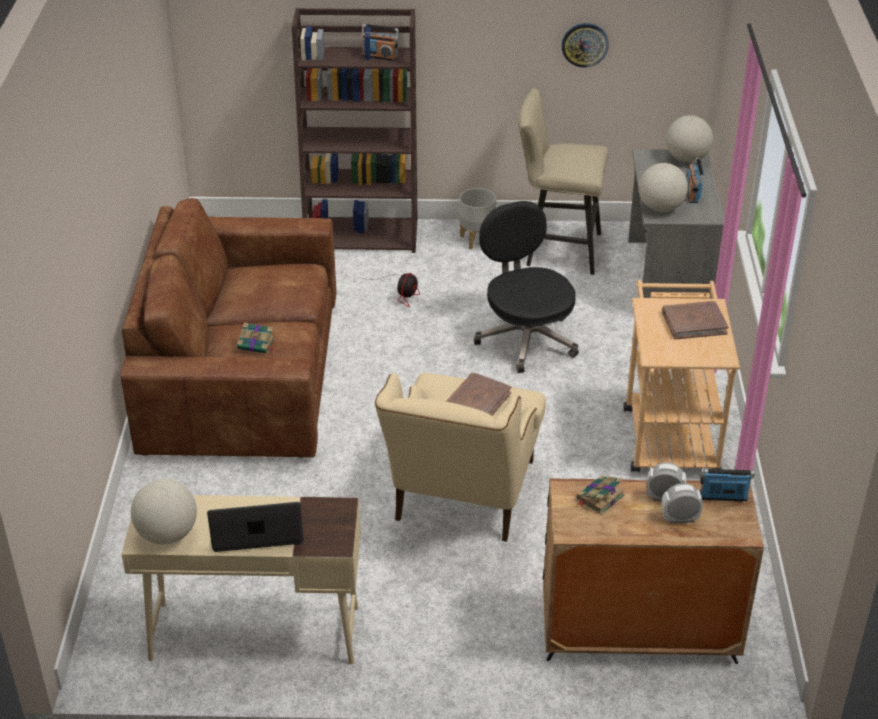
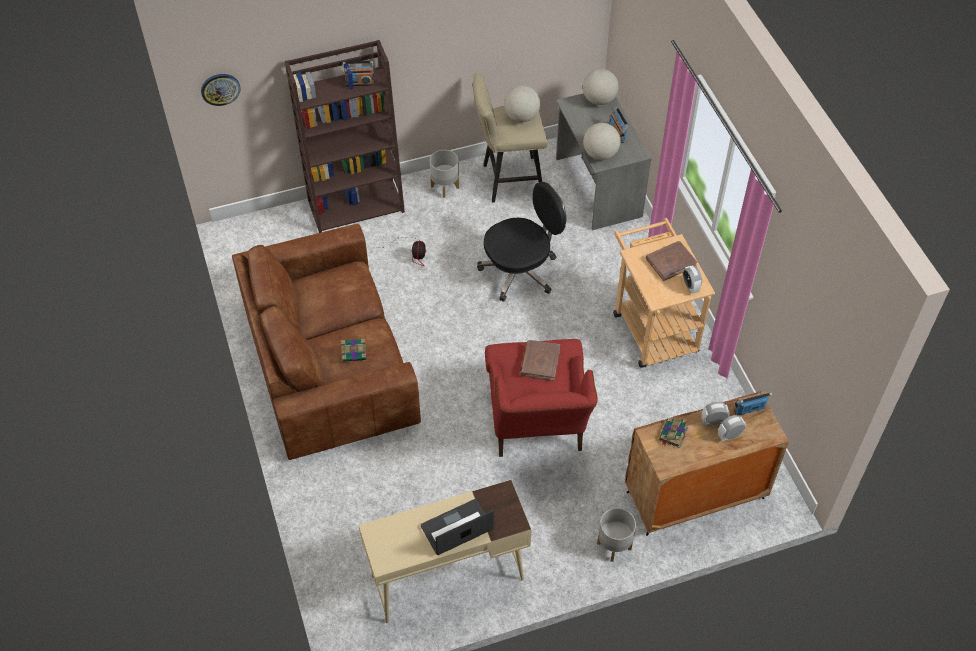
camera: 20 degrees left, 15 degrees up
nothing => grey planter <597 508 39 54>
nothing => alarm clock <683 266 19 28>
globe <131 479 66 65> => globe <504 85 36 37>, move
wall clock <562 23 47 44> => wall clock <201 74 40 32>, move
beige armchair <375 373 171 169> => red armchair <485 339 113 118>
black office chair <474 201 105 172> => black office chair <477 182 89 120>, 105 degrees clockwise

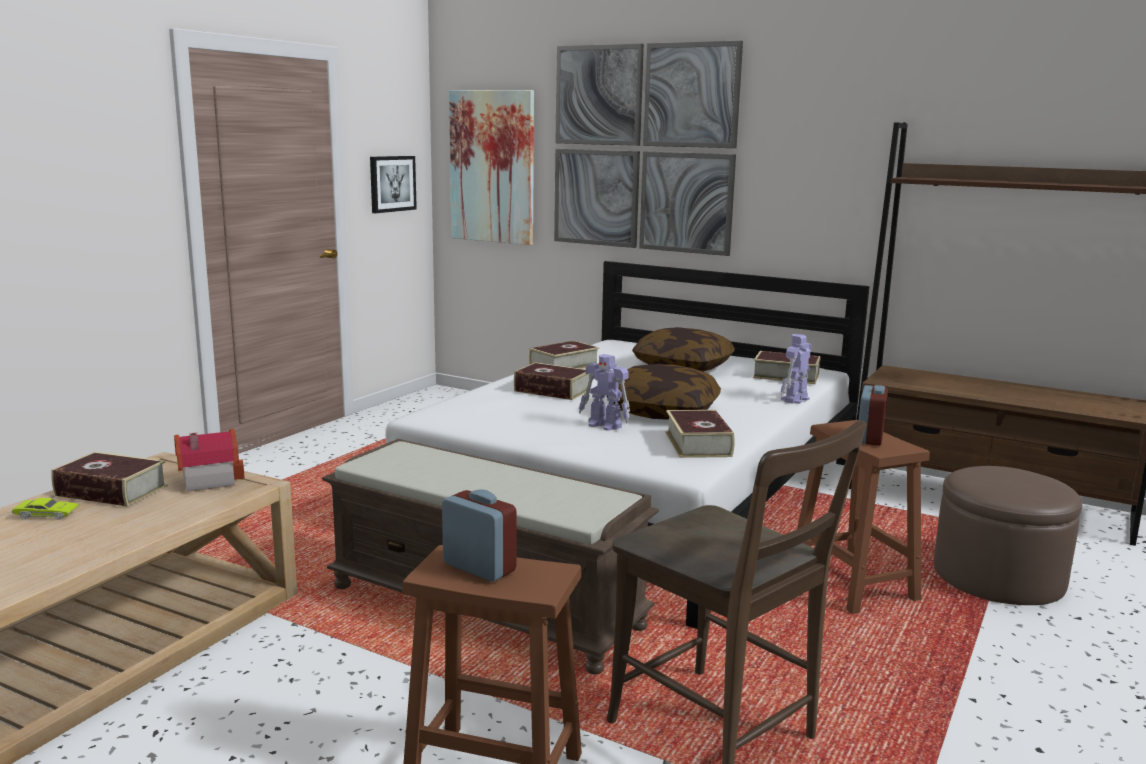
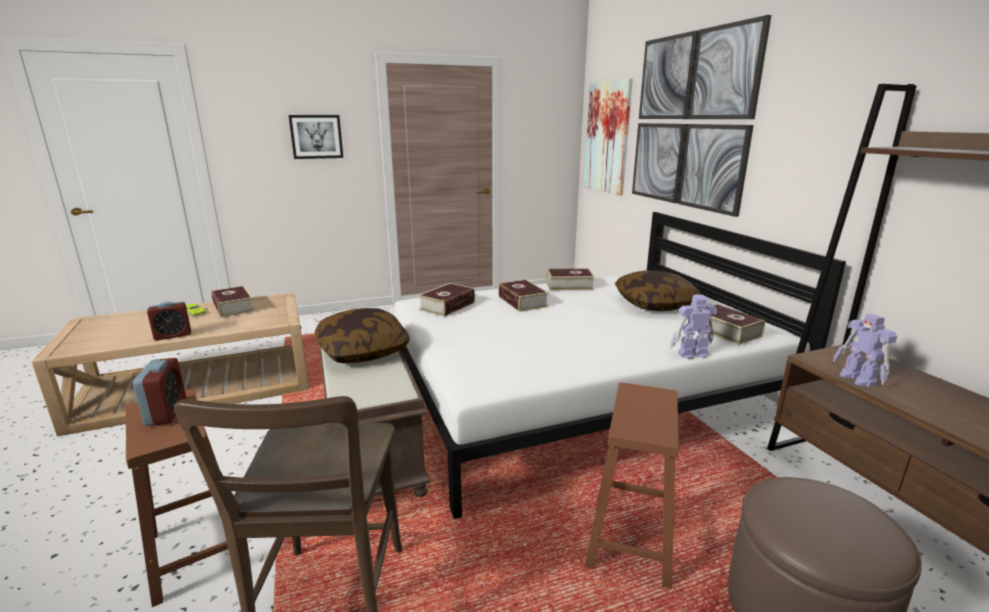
camera: 40 degrees right, 5 degrees up
toy house <174 429 71 63> => nothing
picture <370 156 47 57> => picture <289 115 54 44>, move
toy robot <579 354 51 77> => toy robot <833 314 64 73>, move
pillow <606 364 115 56> => pillow <315 308 95 55>, move
book <665 410 70 48> => book <418 283 57 33>, move
alarm clock <859 385 29 61> => alarm clock <147 301 44 40>, move

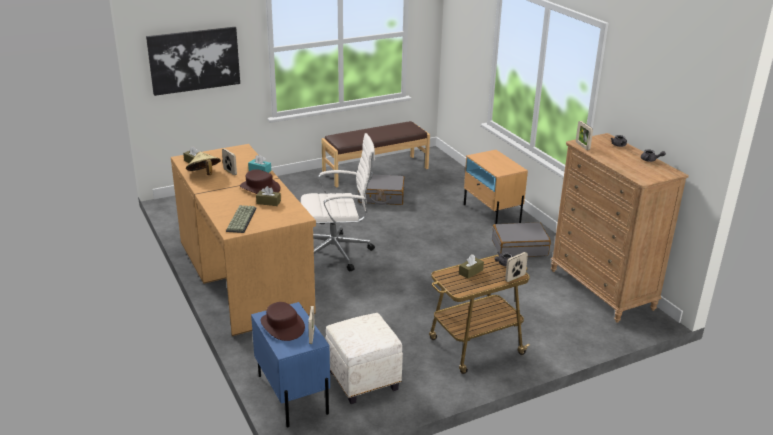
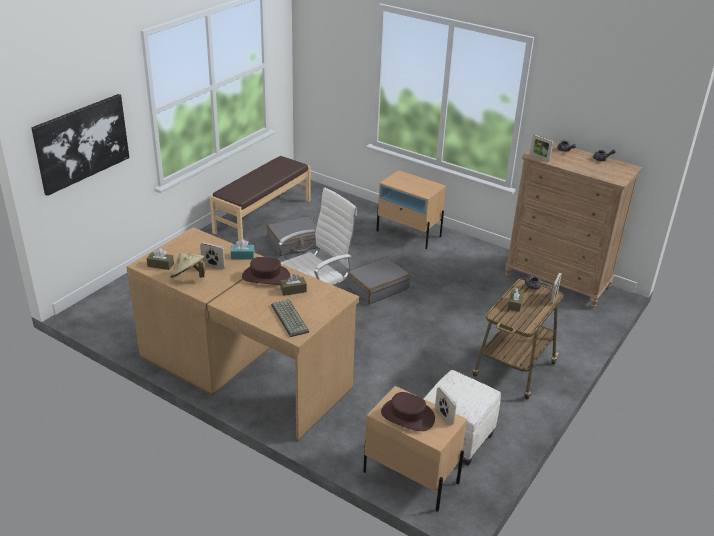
camera: 30 degrees left, 5 degrees up
grey suitcase <492 222 59 35> => grey suitcase <346 257 64 47>, move
blue nightstand <251 302 79 126> => beige nightstand <363 386 104 126>

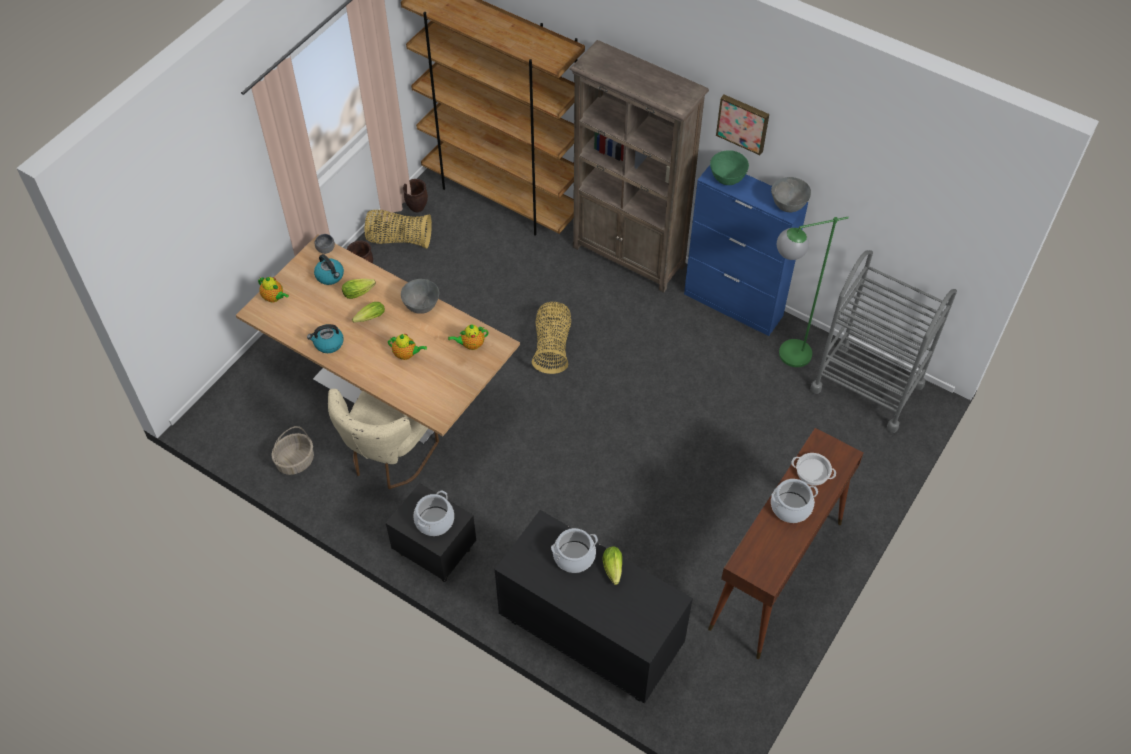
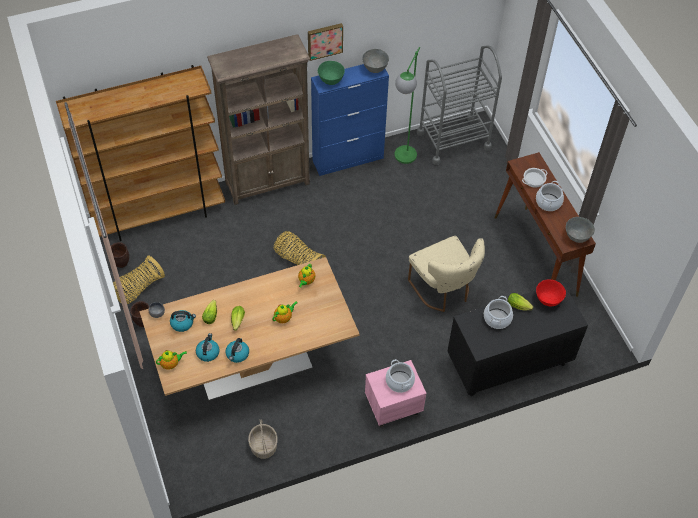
camera: 55 degrees left, 0 degrees up
nothing => kettle <196 333 24 29>
nothing => red bowl <536 280 30 26>
beige chair <328 389 111 100> => beige chair <408 236 77 76>, move
grey bowl <401 279 38 35> => grey bowl <566 217 29 26>, move
black nightstand <386 483 90 99> => pink nightstand <365 360 61 67>

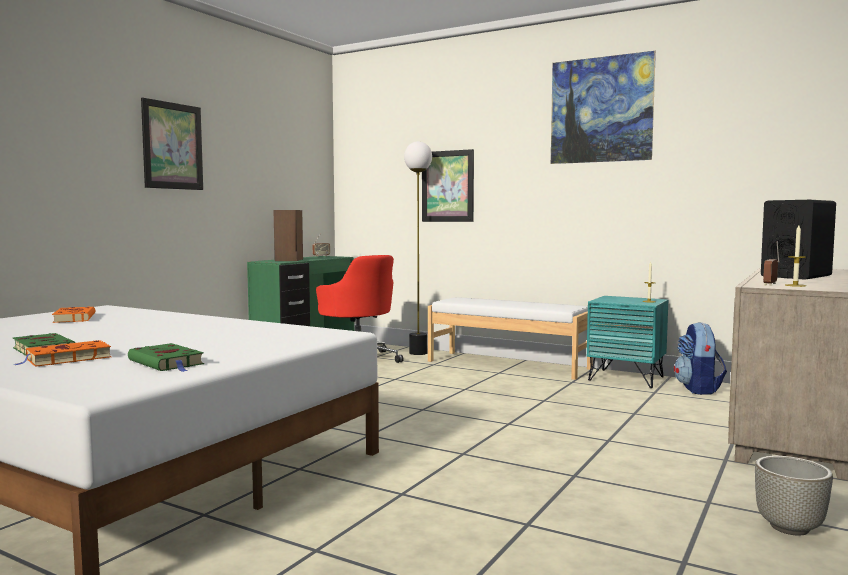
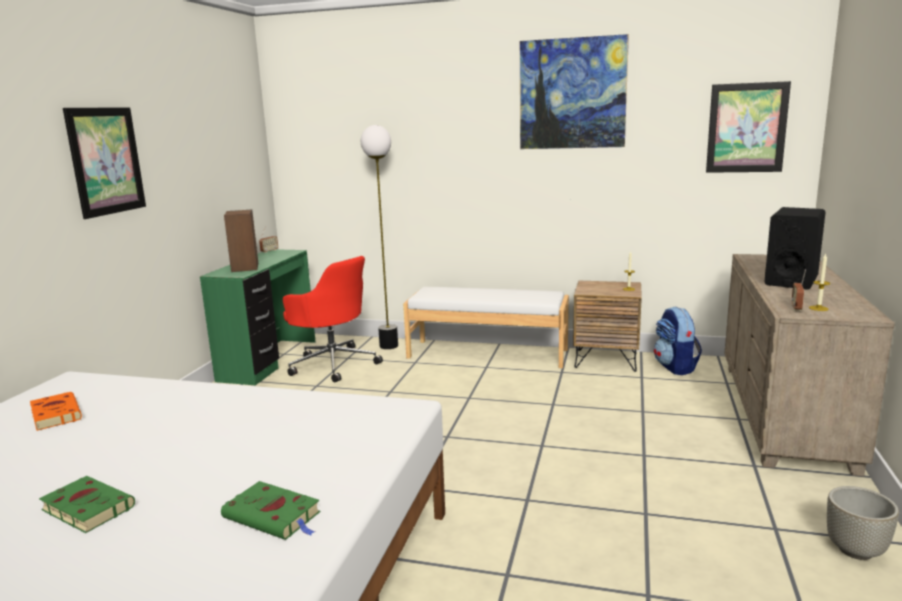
camera: 15 degrees left, 10 degrees up
orange book <15 340 97 27> => nothing
picture <422 149 52 73> => picture <706 81 85 92>, move
turquoise nightstand <587 296 81 92> => brown nightstand <573 281 69 91>

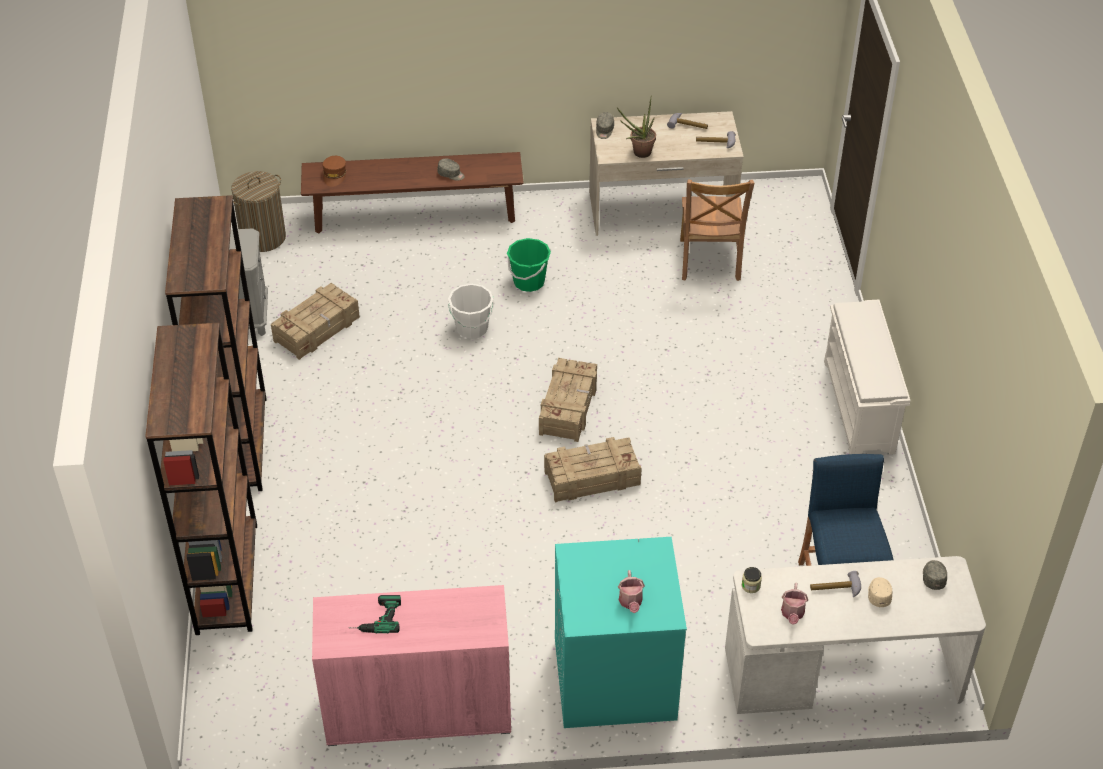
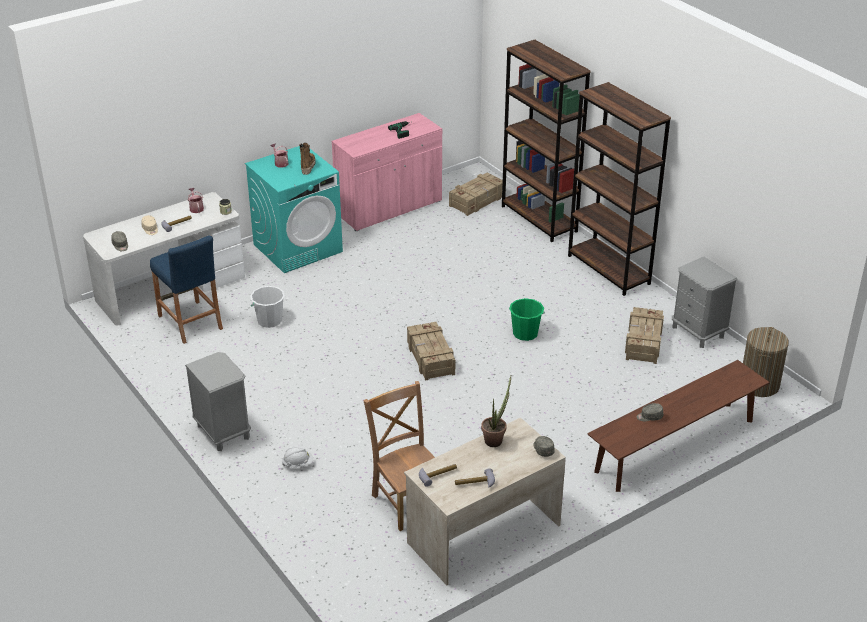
camera: 150 degrees right, 10 degrees down
brown cap <322 156 24 31> => nothing
nothing => white hard hat <282 446 31 22>
nothing => boot <299 143 17 32>
white bucket <448 284 46 55> => white bucket <250 286 35 42>, move
green bucket <507 238 44 54> => green bucket <509 298 36 43>, move
crate <544 437 98 66> => crate <449 173 57 43>, move
white shoe rack <824 299 87 156> => grey nightstand <185 352 66 99>

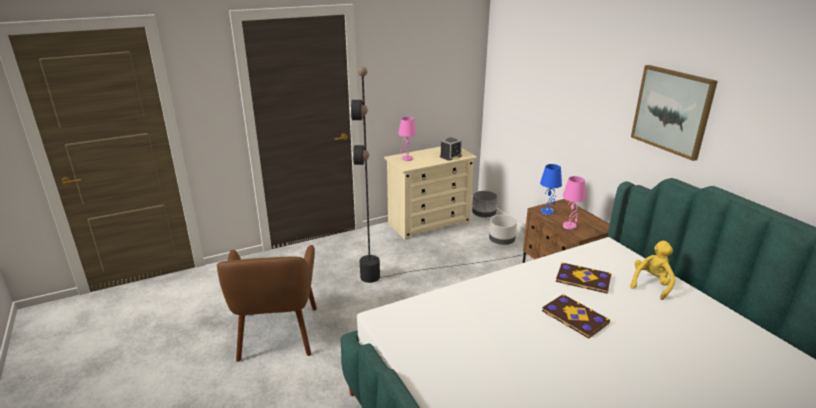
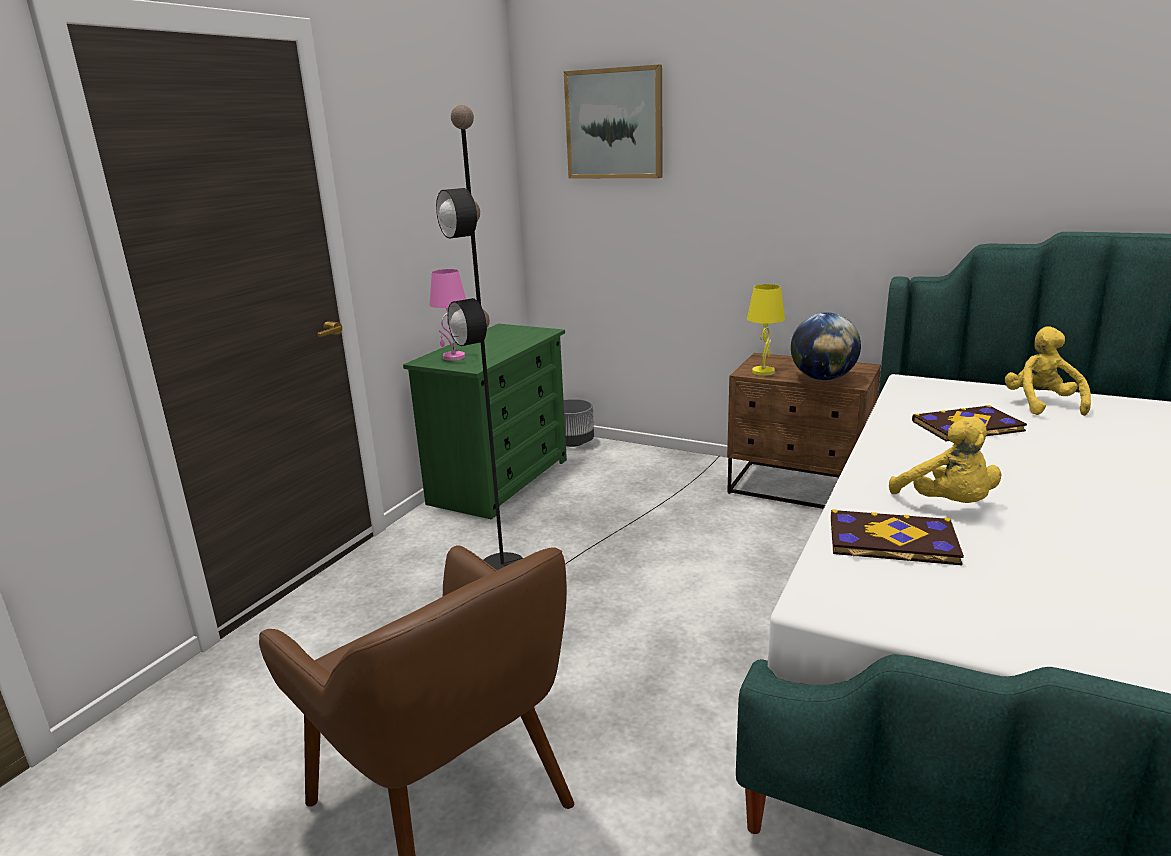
camera: 35 degrees left, 5 degrees down
alarm clock <440 137 22 24> => nothing
grey planter <489 215 28 30> => nothing
nothing => yellow plush toy <889 417 112 86>
book <542 294 68 45> => book <831 509 133 56>, move
picture <631 65 87 96> => picture <564 65 99 114>, move
pink table lamp <563 176 23 54> => globe <791 312 70 68>
beige dresser <384 147 93 93> => green dresser <403 324 164 195>
blue table lamp <540 164 22 51> => yellow table lamp <747 284 38 92>

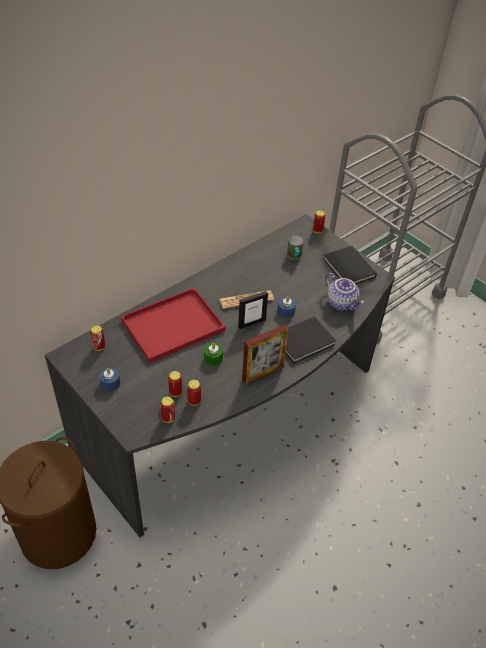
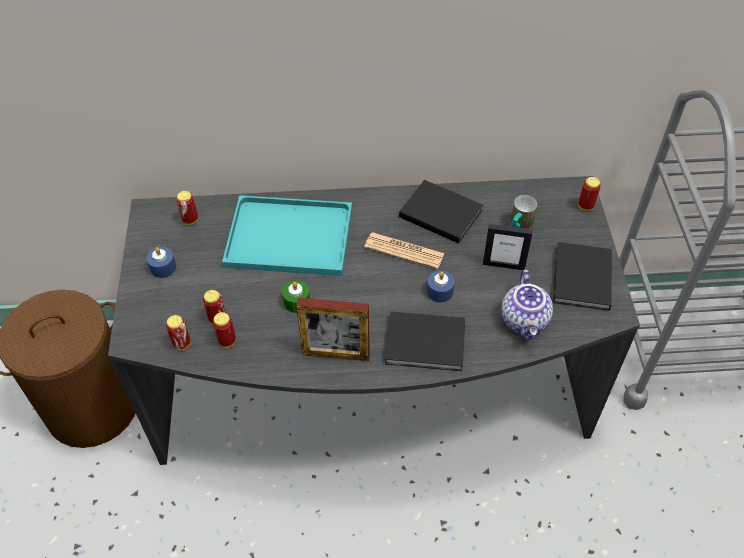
camera: 40 degrees right, 5 degrees up
nothing => black book <399 180 84 64>
picture frame <238 291 30 38> => picture frame <483 224 50 46>, move
red tray <121 288 104 75> => turquoise tray <222 195 130 81>

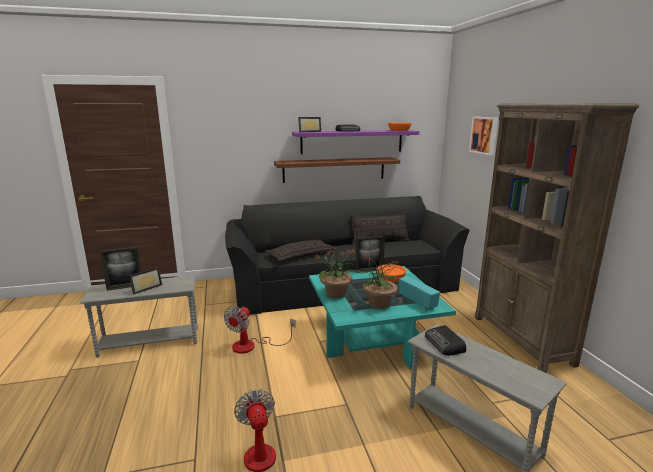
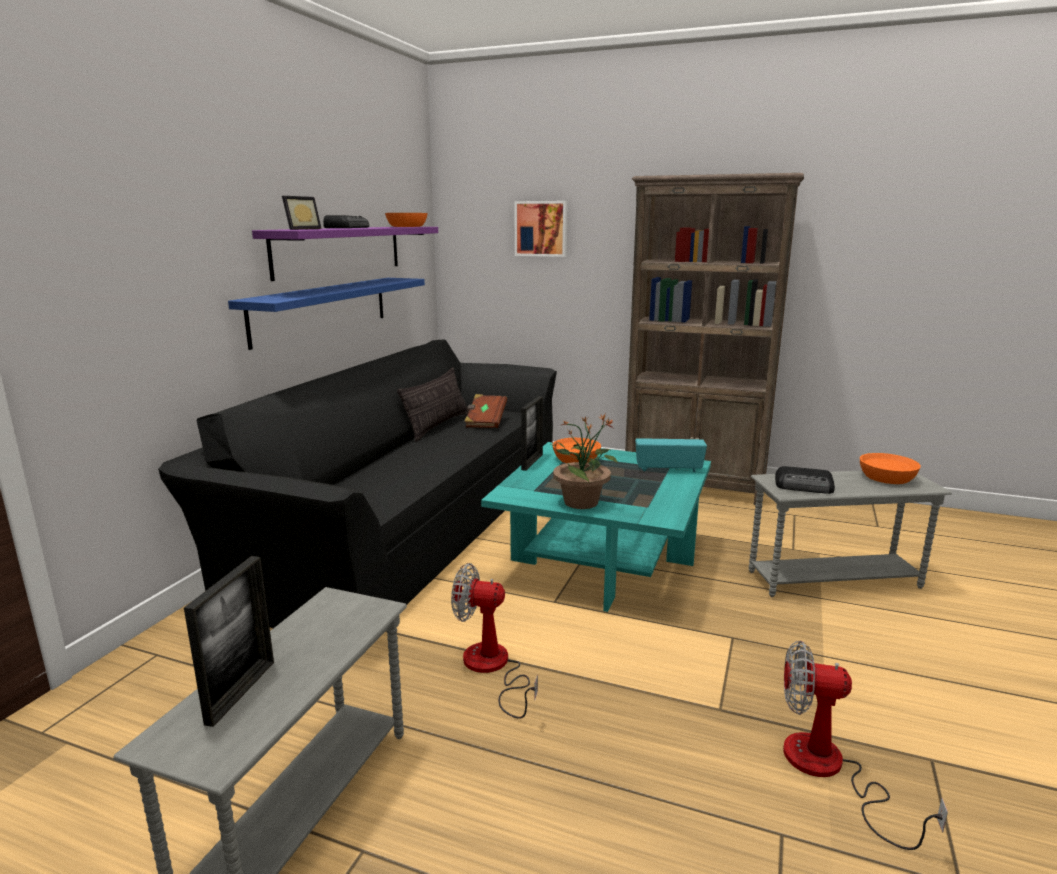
camera: 55 degrees left, 0 degrees up
picture frame <129 267 33 28> => nothing
pillow <265 240 71 21> => nothing
potted plant <360 251 38 58> => nothing
nothing => brown book <464 394 43 34>
nothing => orange bowl <860 453 61 31>
brown shelf <274 157 126 26> => blue shelf <228 278 197 72>
fan <224 306 72 48> => fan <451 563 87 156>, 135 degrees clockwise

